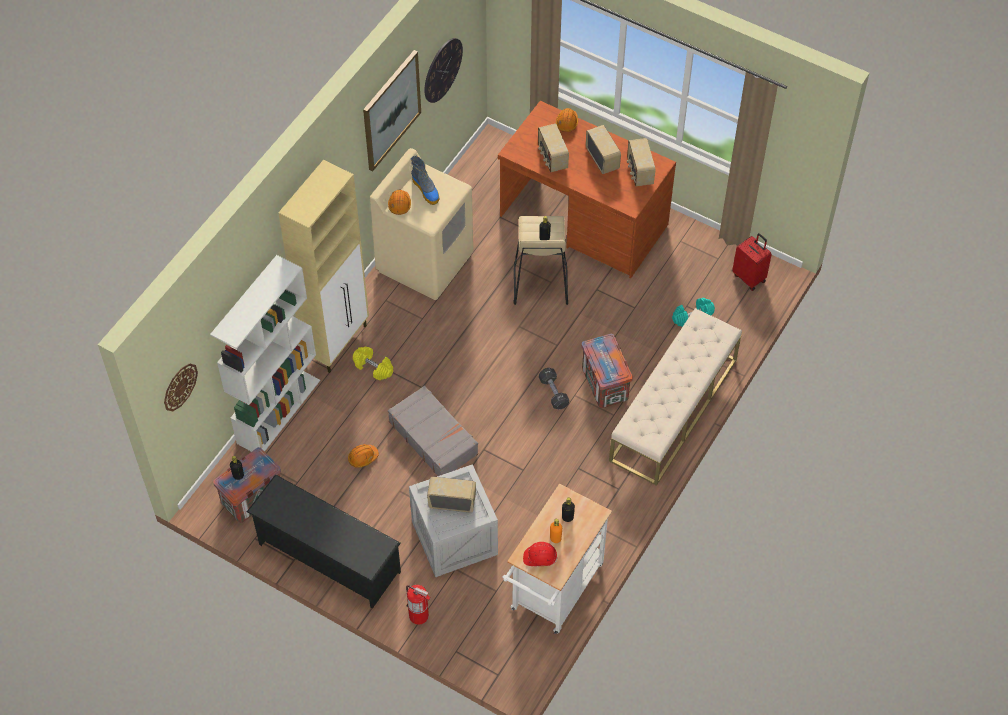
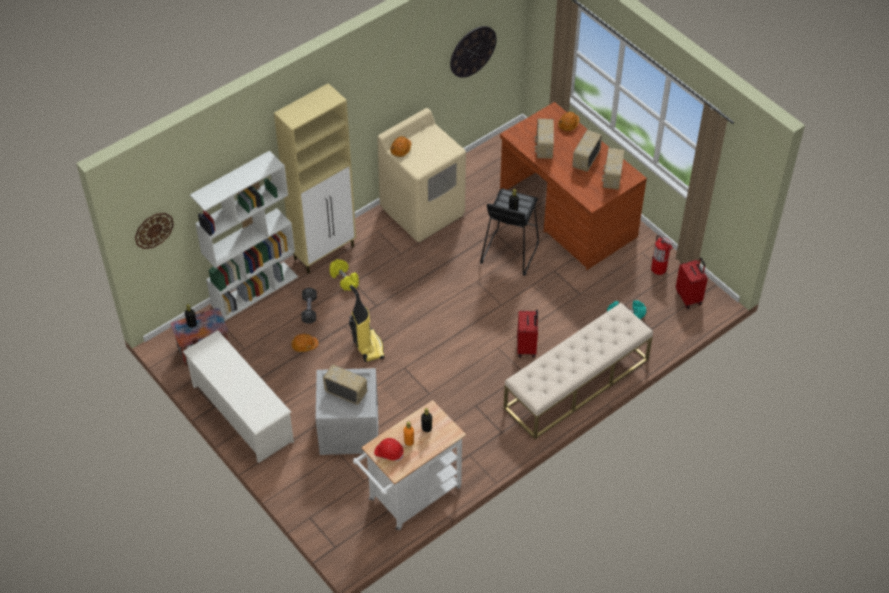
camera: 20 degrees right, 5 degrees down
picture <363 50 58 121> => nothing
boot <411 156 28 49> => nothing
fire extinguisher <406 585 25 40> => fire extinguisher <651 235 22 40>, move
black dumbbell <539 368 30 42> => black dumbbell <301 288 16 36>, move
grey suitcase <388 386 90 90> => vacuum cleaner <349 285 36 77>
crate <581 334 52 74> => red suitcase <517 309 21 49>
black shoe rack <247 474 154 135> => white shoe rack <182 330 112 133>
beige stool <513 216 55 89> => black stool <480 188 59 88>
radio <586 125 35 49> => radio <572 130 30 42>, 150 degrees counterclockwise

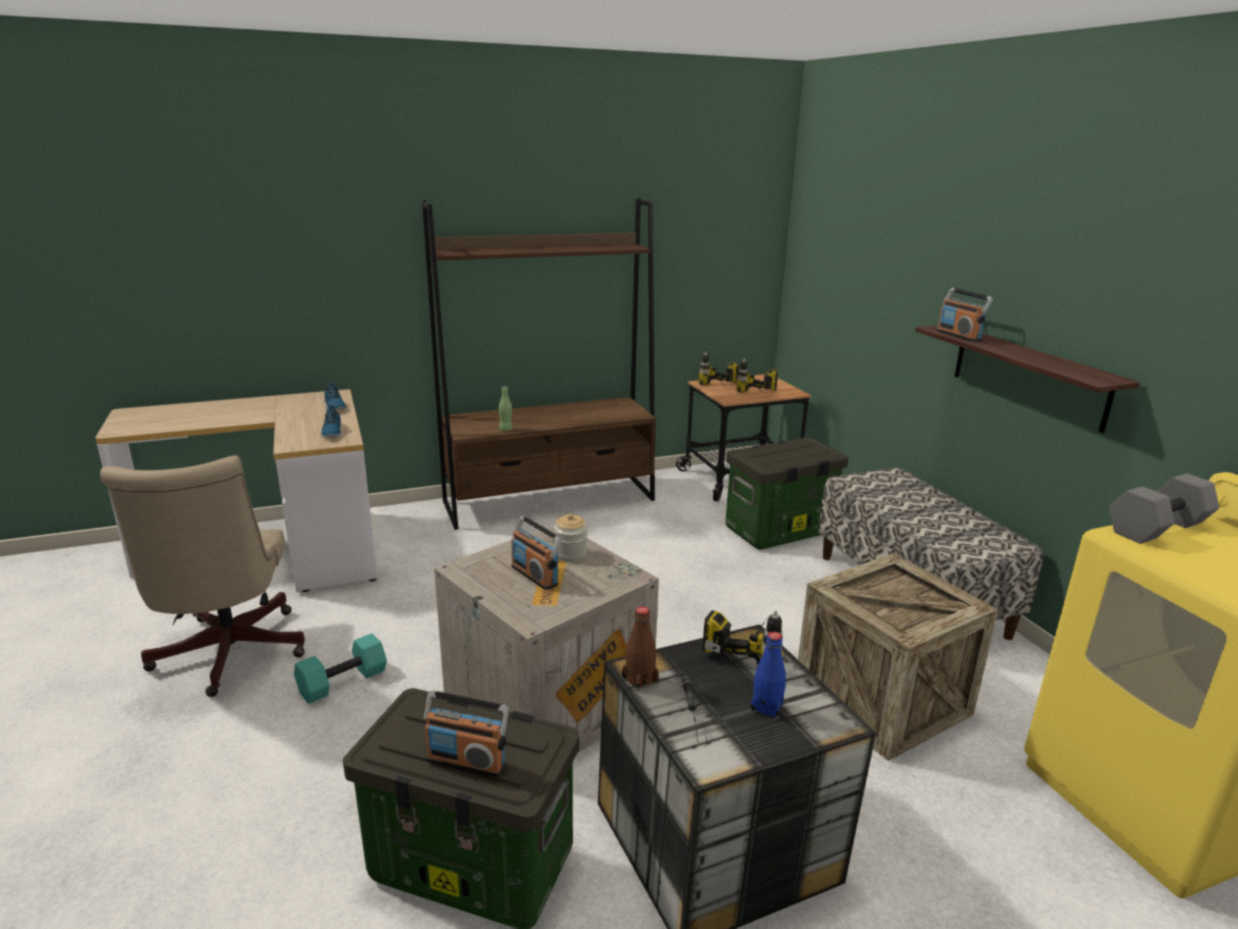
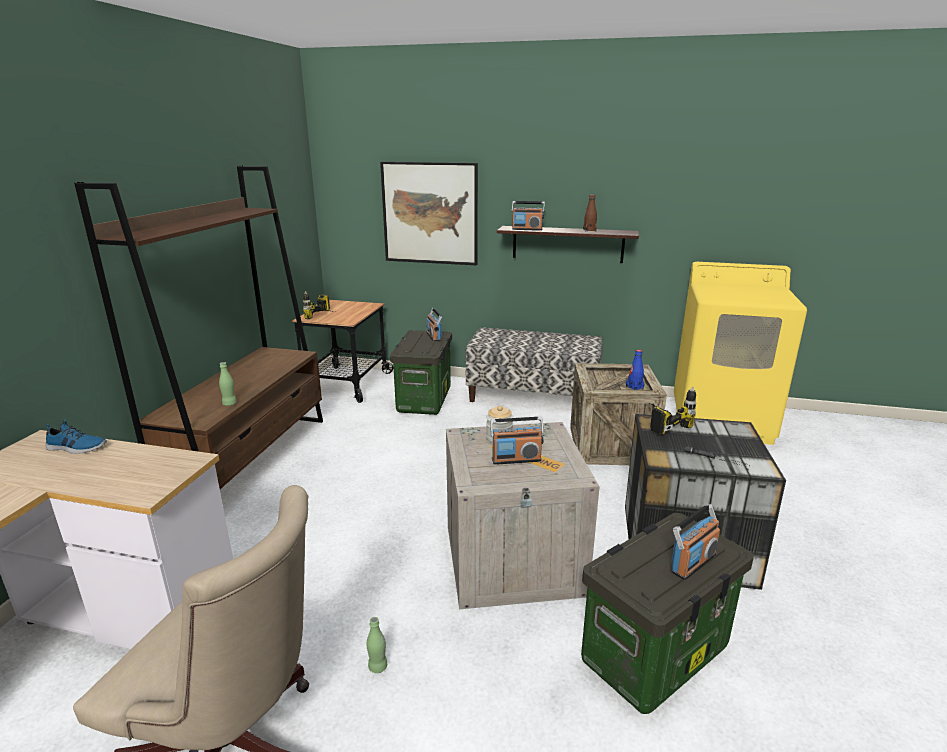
camera: 55 degrees left, 0 degrees up
shoe <321 405 21 33> => nothing
power drill <736 358 42 35> => nothing
grey dumbbell <1109 474 110 70> => nothing
nothing => picture <380 162 98 103>
nothing => radio <426 308 16 33>
brown bottle <622 606 37 86> => brown bottle <583 195 14 37>, move
blue bottle <750 632 36 87> => blue bottle <626 350 18 40>, move
turquoise dumbbell <294 633 93 71> => green bottle <366 617 21 56>

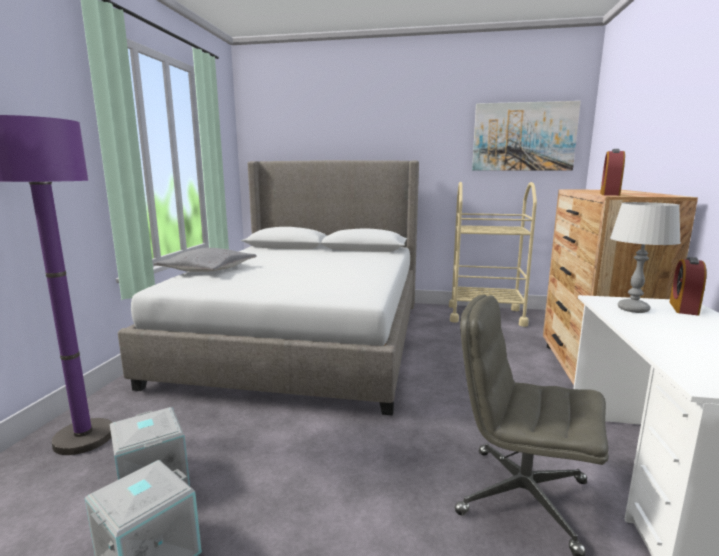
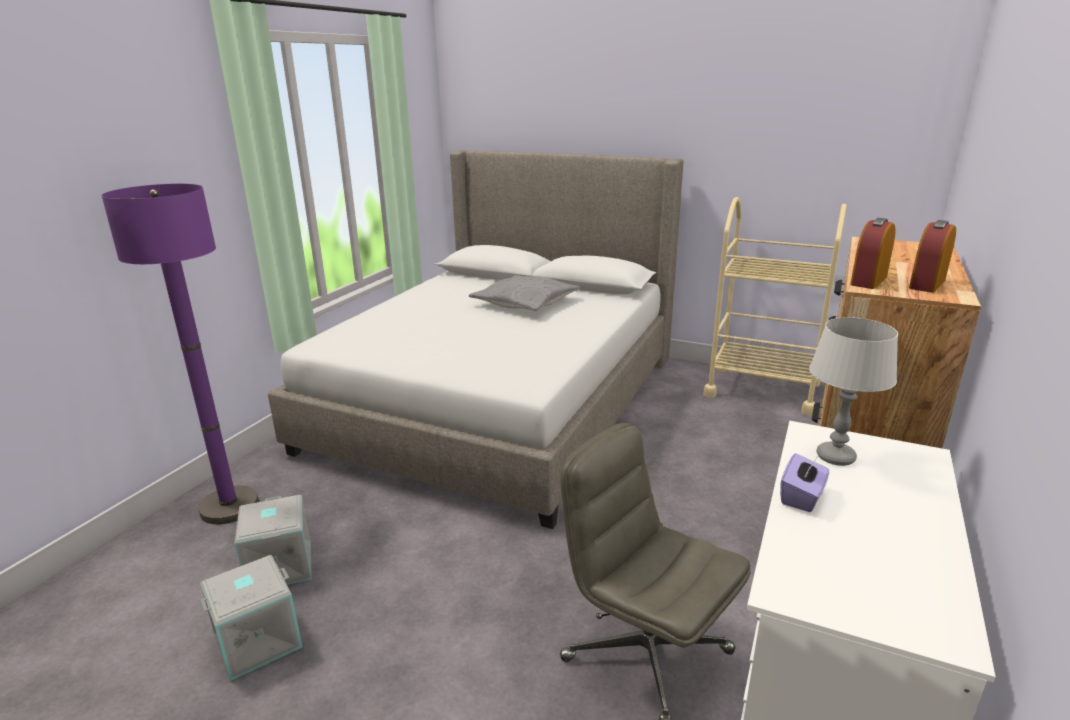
camera: 15 degrees right, 10 degrees up
picture <472 101 109 70> => nothing
nothing => purple tissue box <780 453 49 59>
grey pillow <153 248 104 24> => grey pillow <469 275 111 36>, move
alarm clock <670 257 36 59> => alarm clock <909 220 47 73>, move

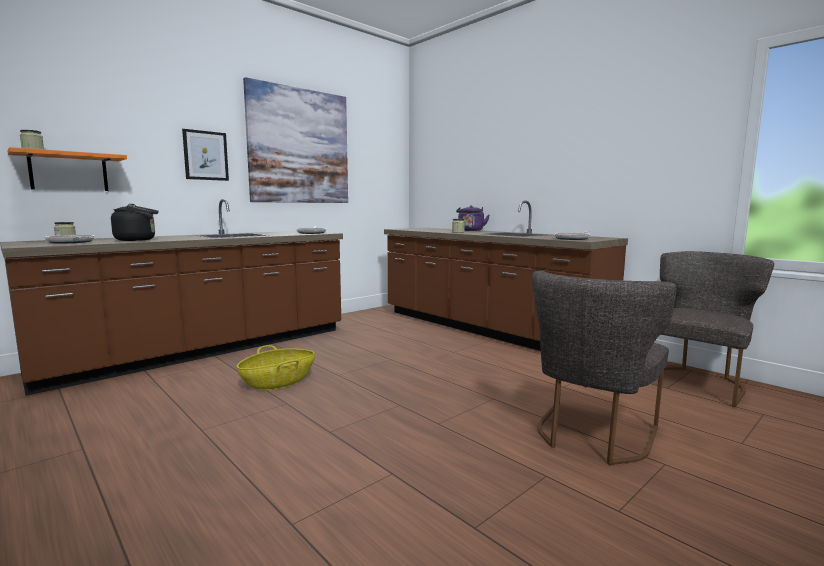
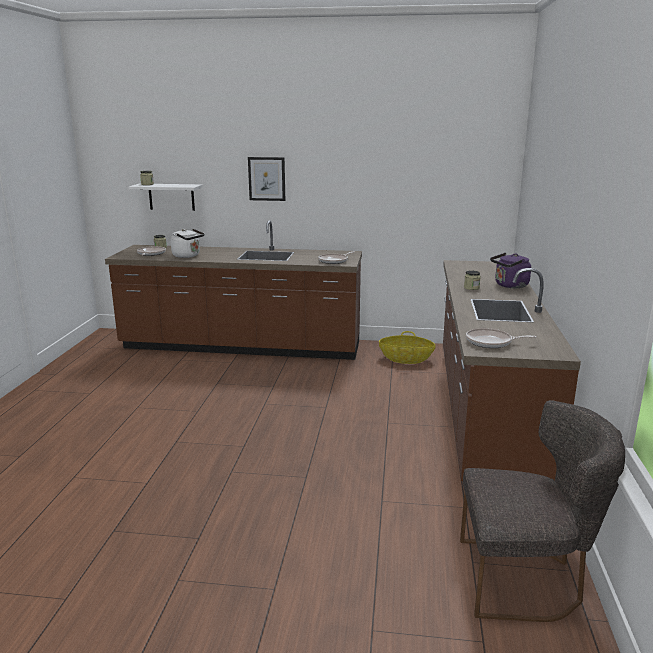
camera: 50 degrees right, 10 degrees up
picture <243 77 105 126> => nothing
grey chair <532 271 145 194> => nothing
basket <237 345 78 45> => basket <379 331 56 33>, move
orange shelf <8 147 119 44> => white shelf <128 183 75 28>
black kettle <111 204 47 37> => white kettle <171 229 33 29>

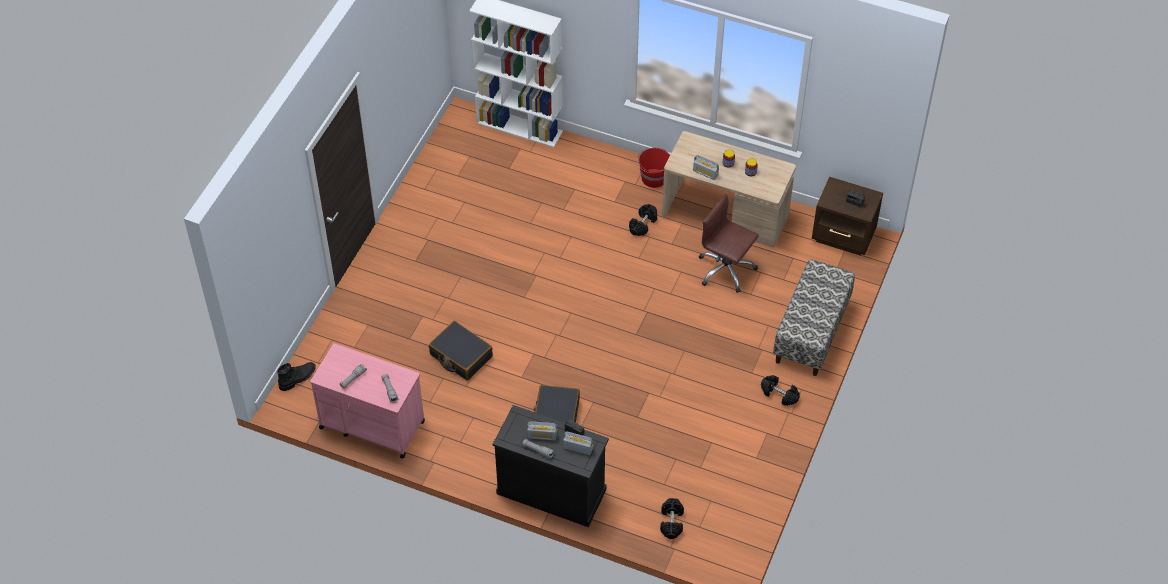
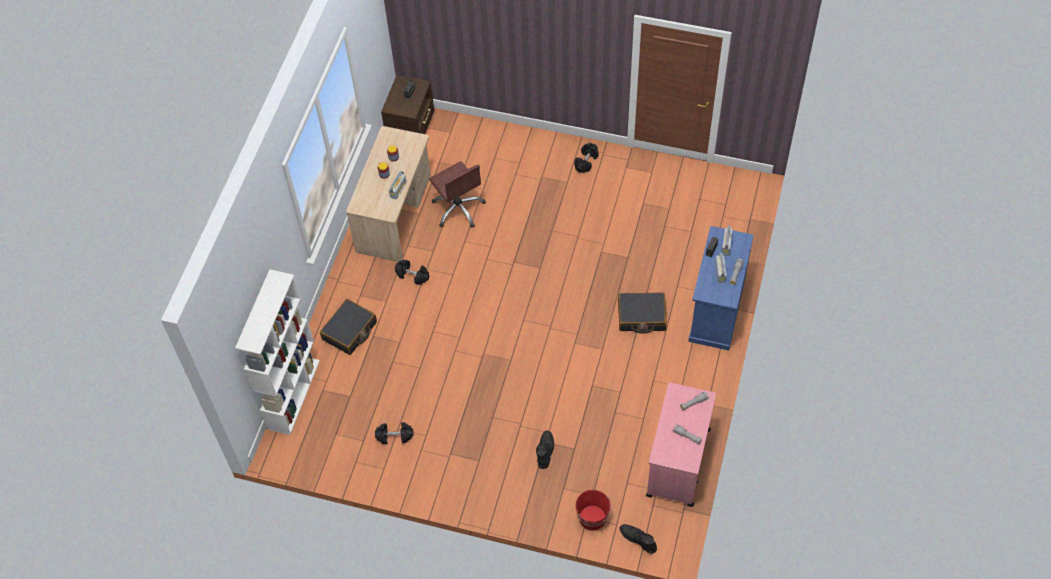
camera: 95 degrees left, 5 degrees up
bench <773 259 82 117> => nothing
nothing => black boot <536 431 18 38>
black suitcase <429 321 64 60> => black suitcase <320 299 57 56>, move
red bucket <637 148 33 40> => red bucket <575 490 37 40>, move
black dumbbell <660 498 24 41> => black dumbbell <375 422 38 22>, move
black cabinet <492 405 117 122> => blue cabinet <688 226 66 125>
brown office chair <699 194 60 99> => brown office chair <429 161 57 67>, 60 degrees counterclockwise

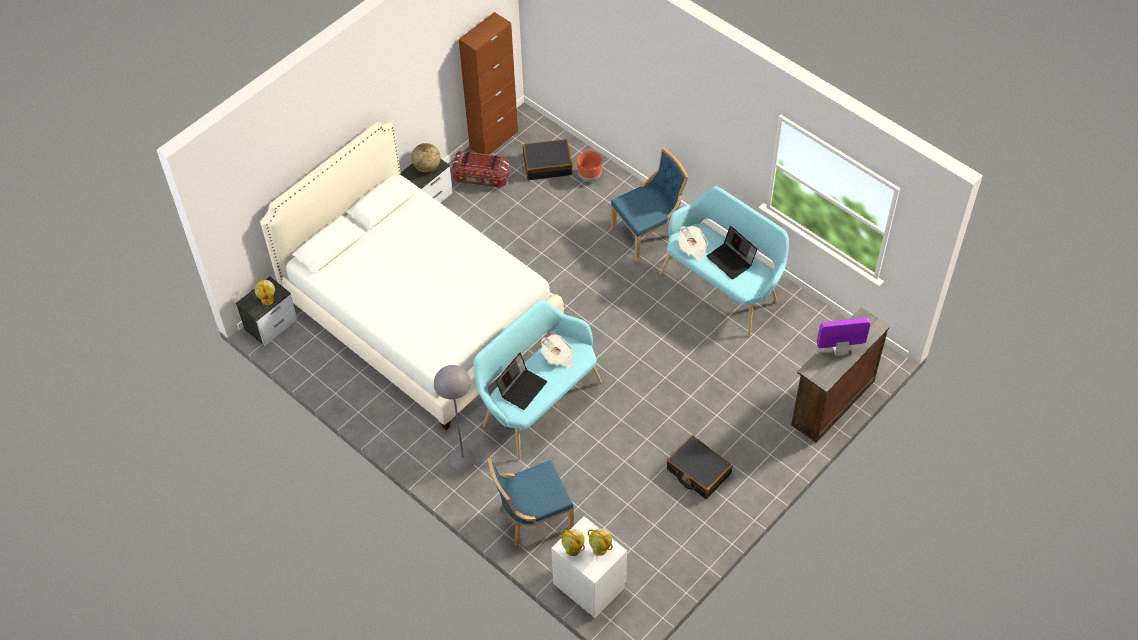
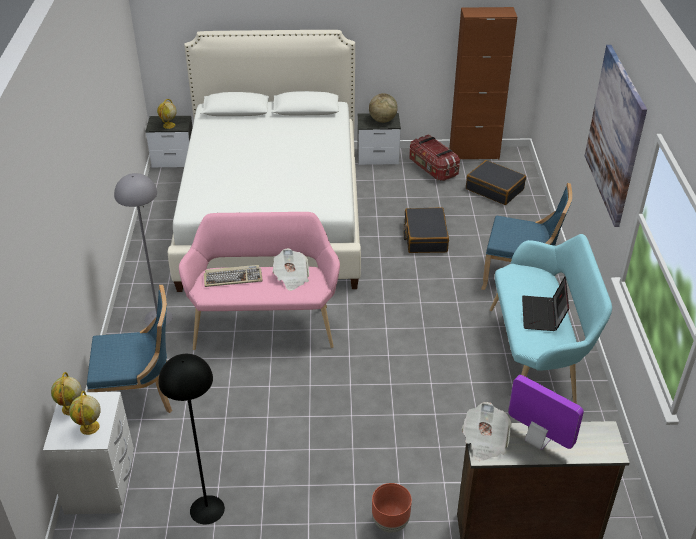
camera: 45 degrees right, 15 degrees down
nothing => black floor lamp <159 354 66 170>
nothing => picture <585 45 62 182>
brown planter <577 151 25 31> => brown planter <372 483 40 50>, move
black suitcase <667 435 66 64> => black suitcase <404 207 45 46>, move
newspaper <677 226 32 34> => newspaper <462 402 50 59>, move
laptop <496 353 51 57> => keyboard <204 265 59 22>
turquoise bench <473 300 129 160> => pink bench <179 212 161 138>
blue chair <488 457 86 89> => blue chair <87 285 85 128>, 150 degrees clockwise

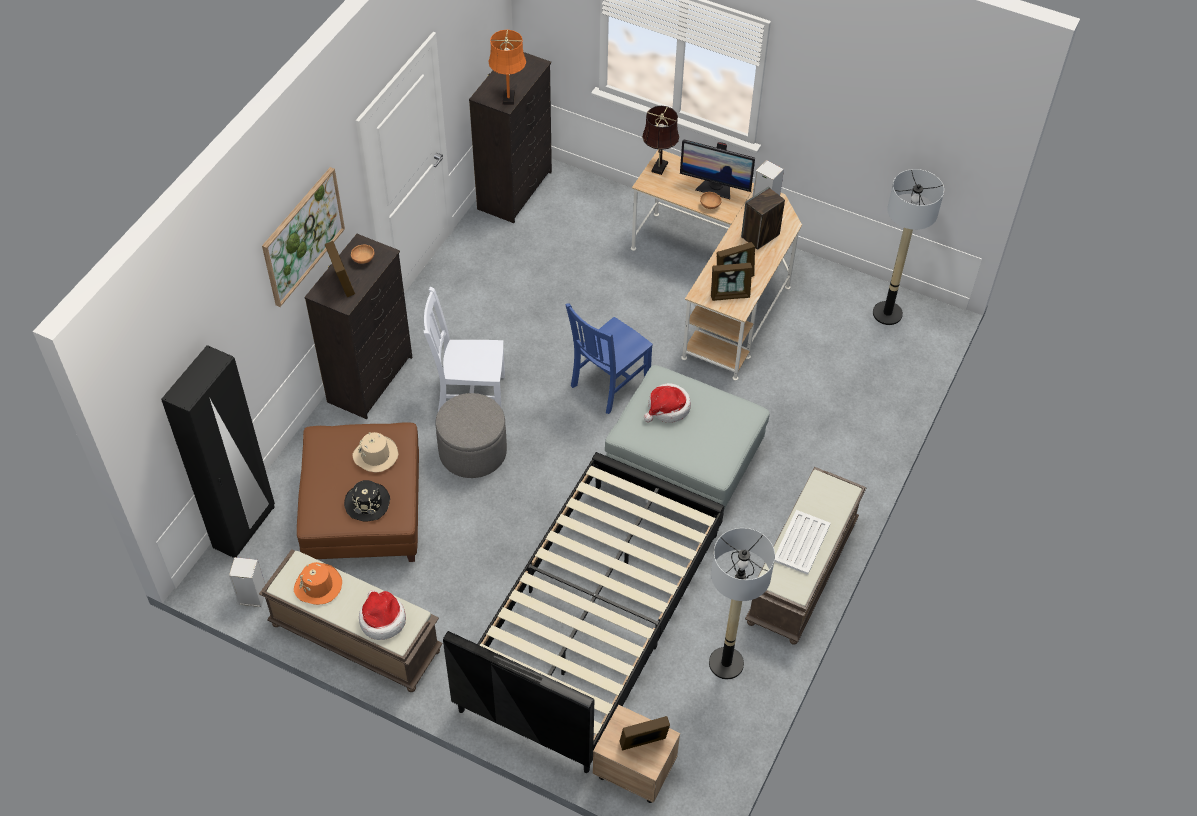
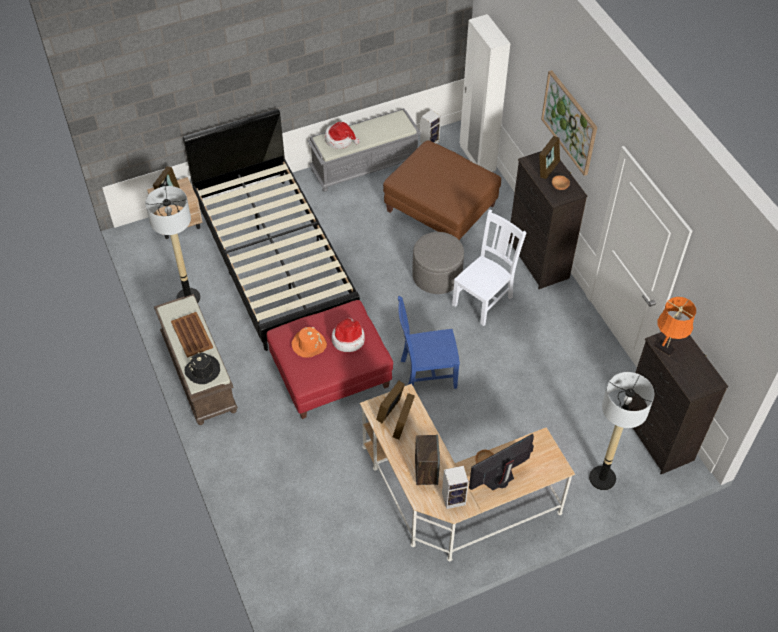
camera: 130 degrees right, 0 degrees up
beige hat <353 432 46 41> => nothing
brown table lamp <642 106 37 69> => nothing
orange hat <294 562 48 43> => orange hat <292 327 35 31>, move
black hat <344 480 46 41> => black hat <185 352 35 32>, move
floor lamp <873 169 71 156> => floor lamp <589 372 65 118>, move
black wardrobe <161 345 114 213> => white wardrobe <460 14 50 158>
brown bench <259 549 184 143> => grey bench <307 108 114 84>
grey ottoman <605 365 165 144> => red ottoman <267 300 126 119>
white tray <774 510 57 65> => brown tray <171 312 42 46>
picture frame <325 241 30 56> => picture frame <539 136 21 43>, 75 degrees counterclockwise
blue chair <565 303 88 111> => blue chair <398 296 62 93>, 90 degrees counterclockwise

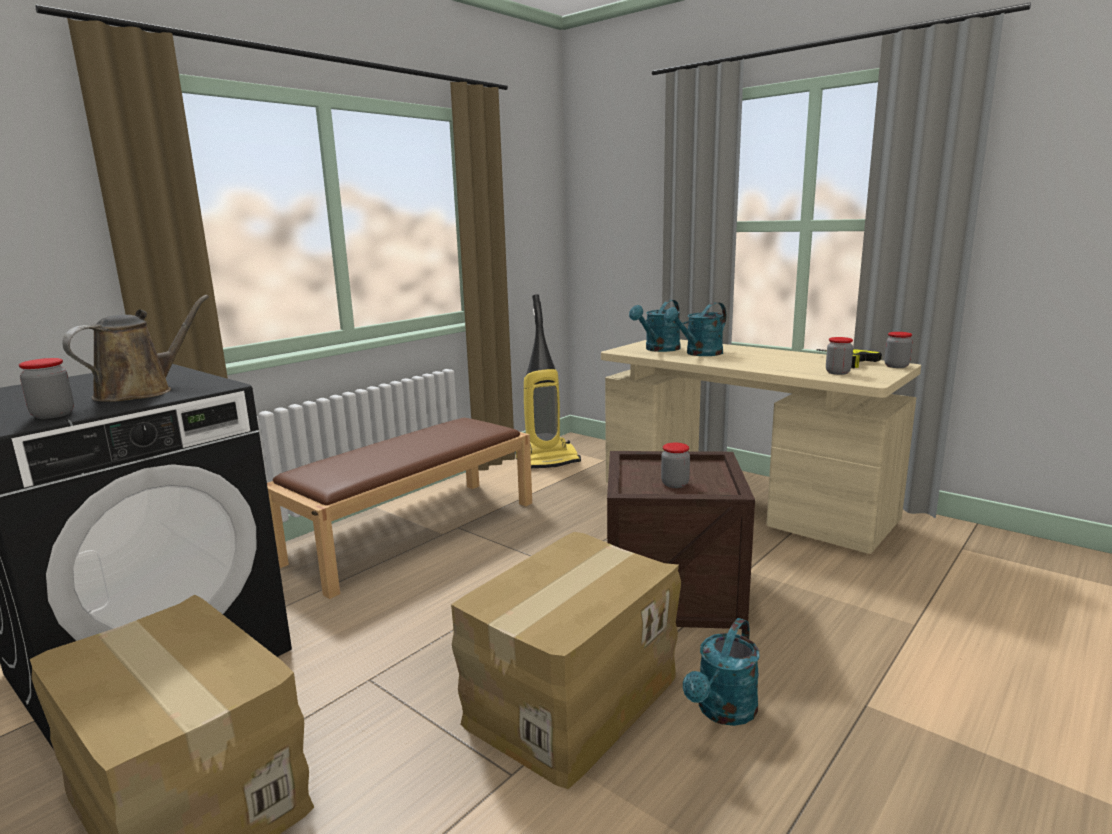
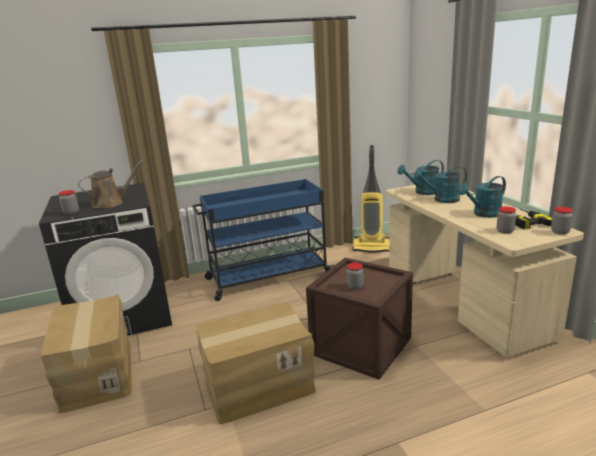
camera: 30 degrees right, 5 degrees up
turquoise watering can <683 618 77 108> => turquoise watering can <458 176 48 42>, move
brown bench <267 418 265 181> => blue cart <193 179 141 122>

